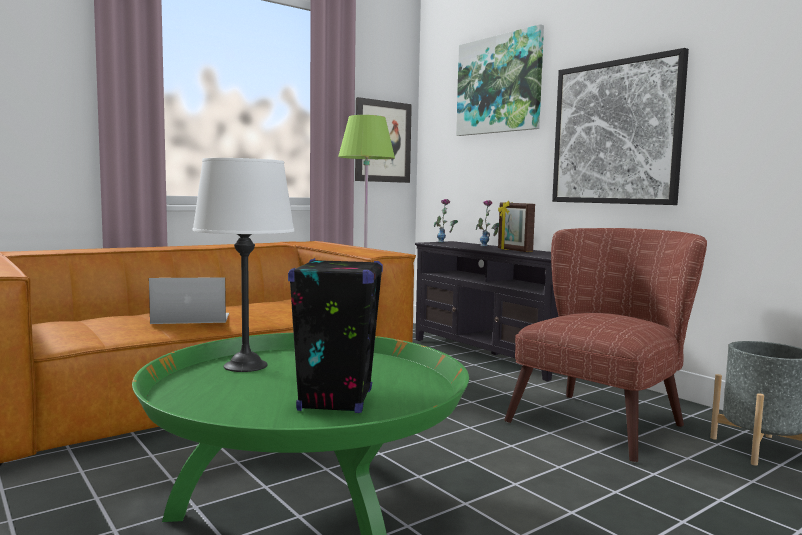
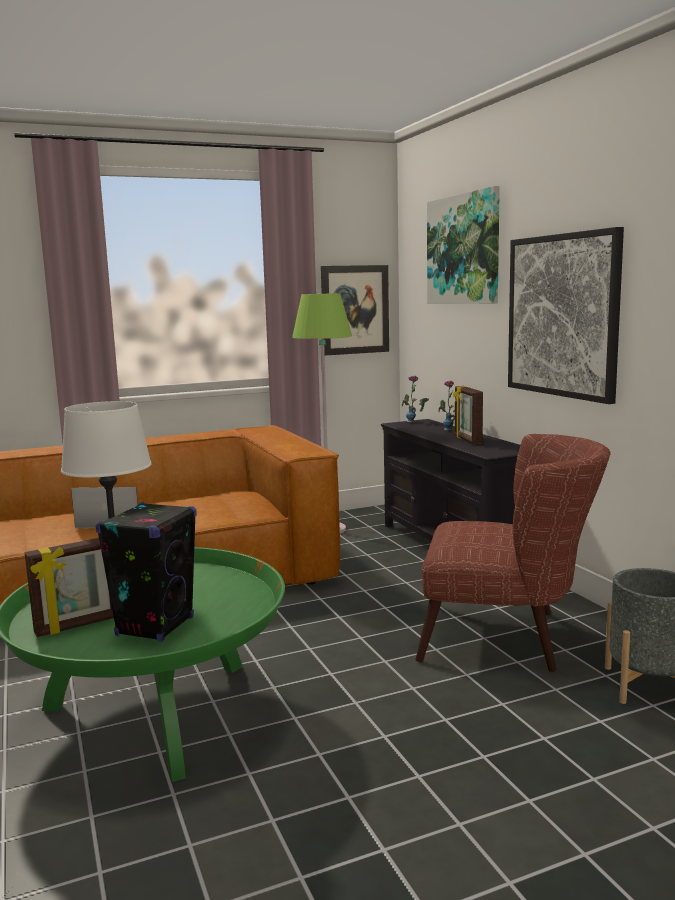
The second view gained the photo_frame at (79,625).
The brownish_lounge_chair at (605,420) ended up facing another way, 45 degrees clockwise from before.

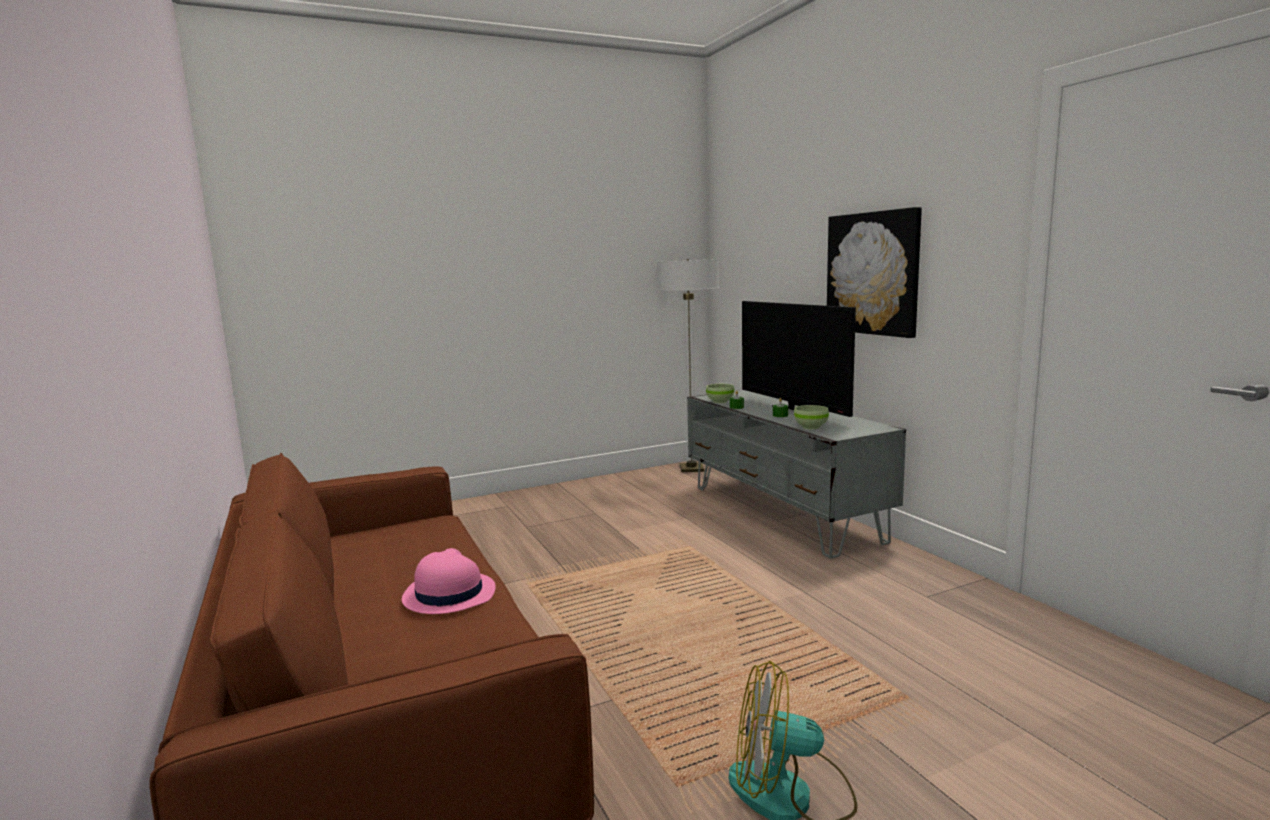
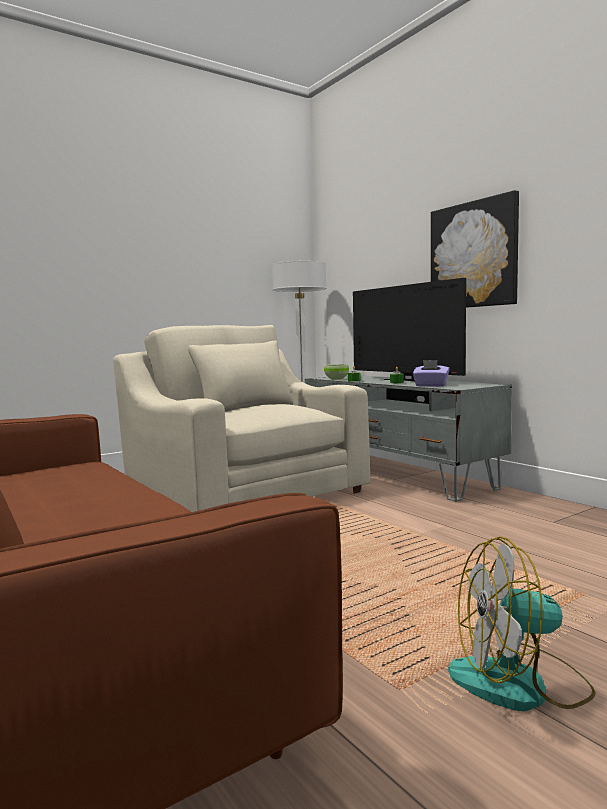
The second view lost the pink-coloured_wearable_hat at (448,594).
The second view gained the sand-coloured_lounge_chair at (245,492).
Where the green-coloured_serving_bowl stood at (811,427), the purple-coloured_box_of_tissues came to stand at (430,386).

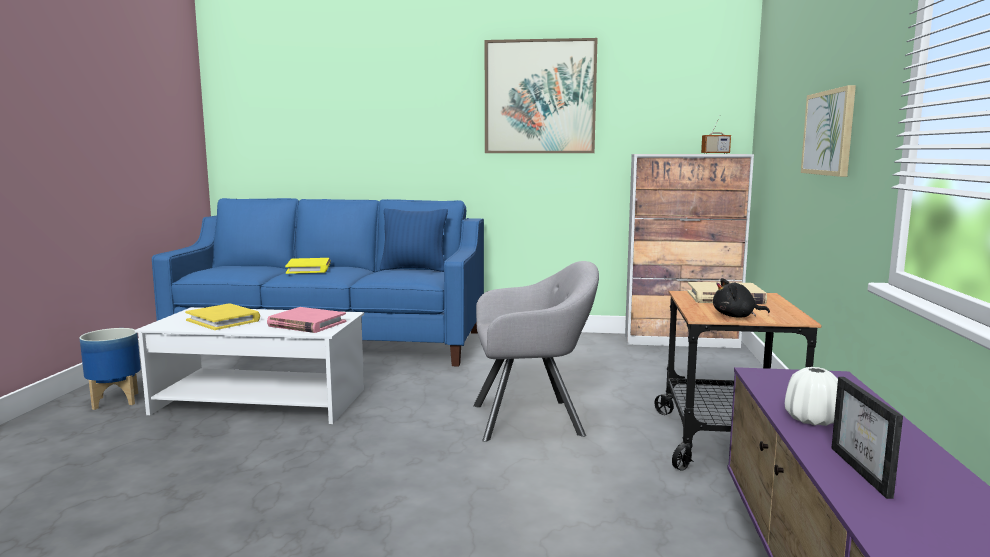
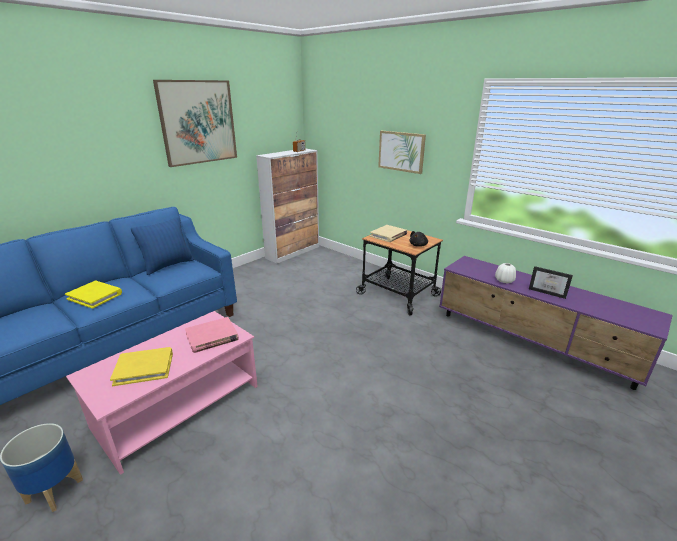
The second view lost the greyish_lounge_chair at (533,419).
What was the white-coloured_coffee_table at (261,401) turned into the pink-coloured_coffee_table at (179,405).

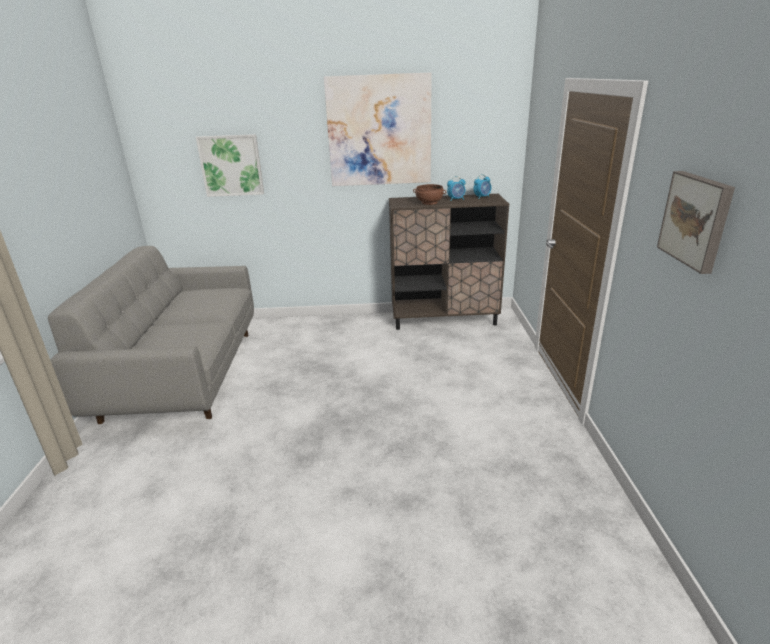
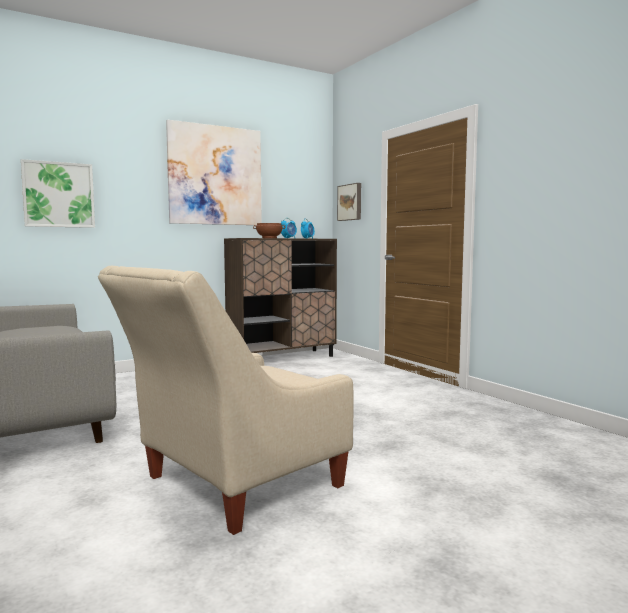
The second view gained the sand-coloured_lounge_chair at (231,486).
The wall_art ended up elsewhere, having gone from (696,220) to (350,202).

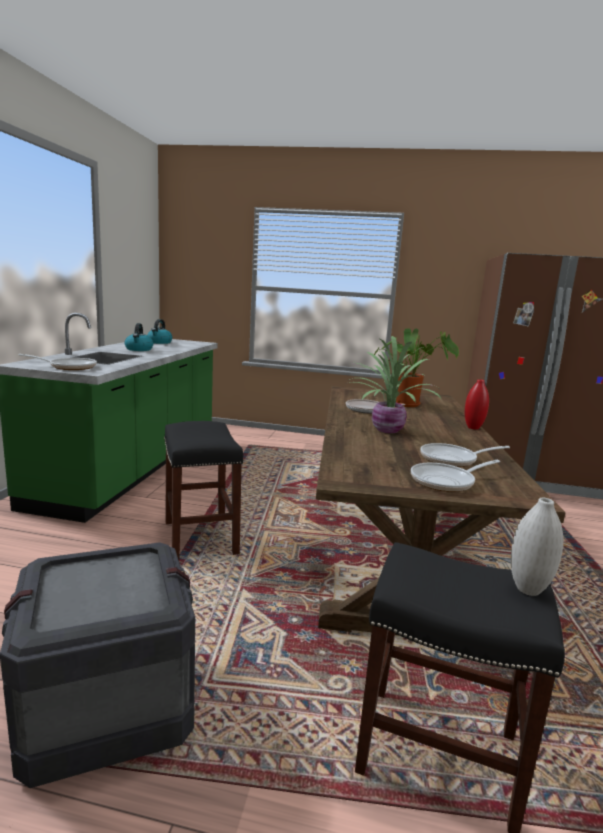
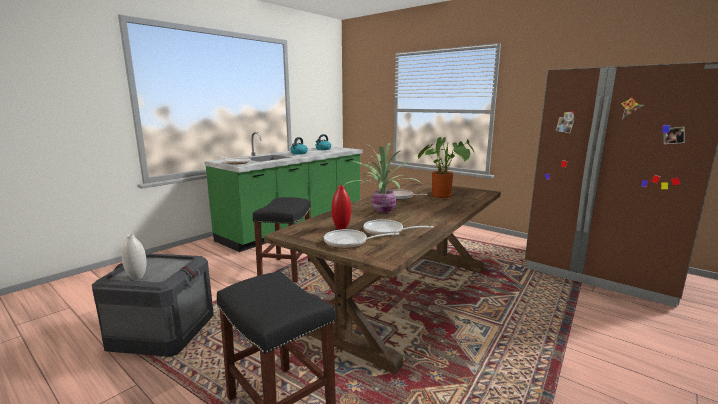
The red-coloured_vase ended up elsewhere, having gone from (473,428) to (341,228).
The white-coloured_vase ended up elsewhere, having gone from (528,589) to (137,277).

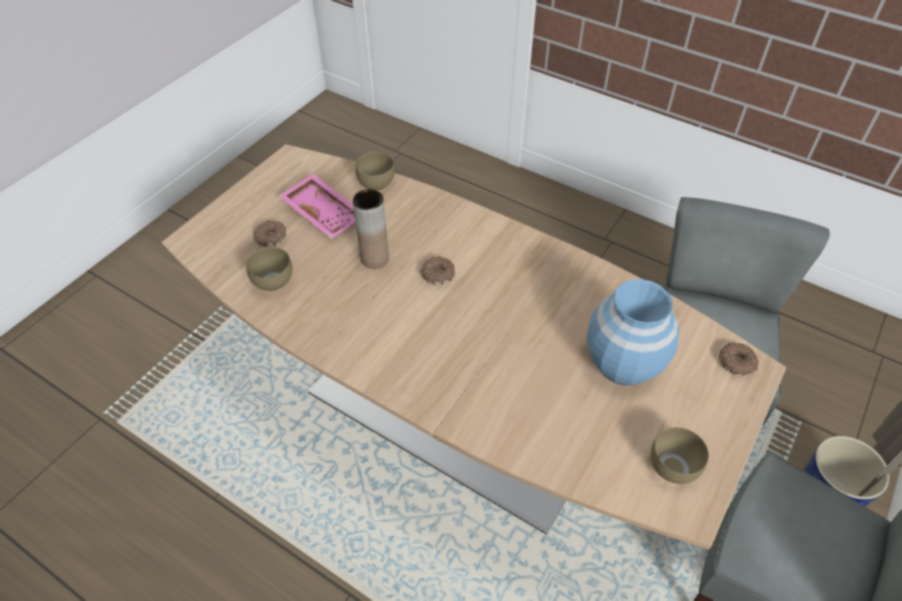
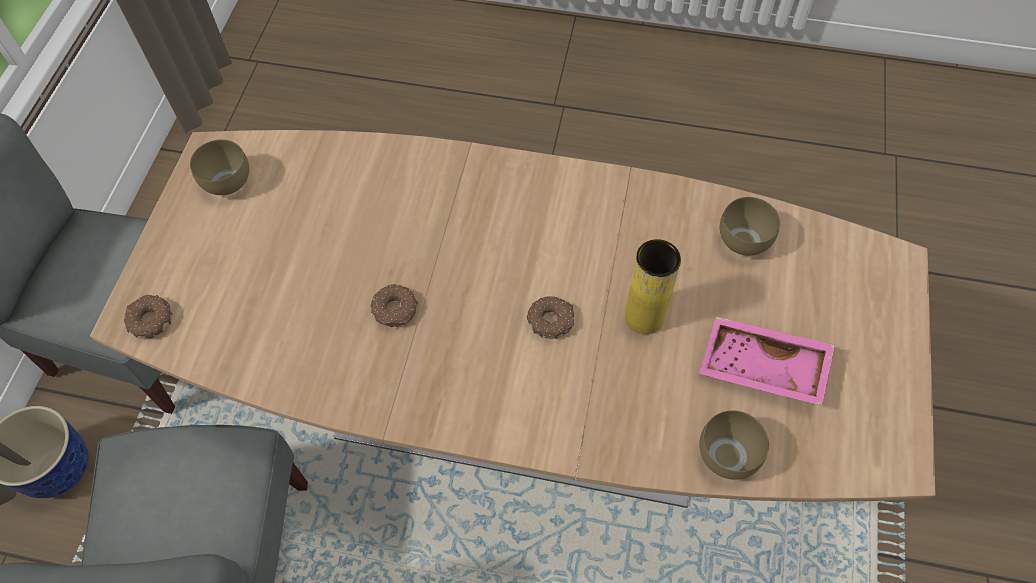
The second view lost the blue_vase at (623,363).
The ring_doughnut ended up elsewhere, having gone from (271,237) to (395,310).
What was the brownish_vase at (375,258) turned into the yellow-coloured_vase at (644,317).

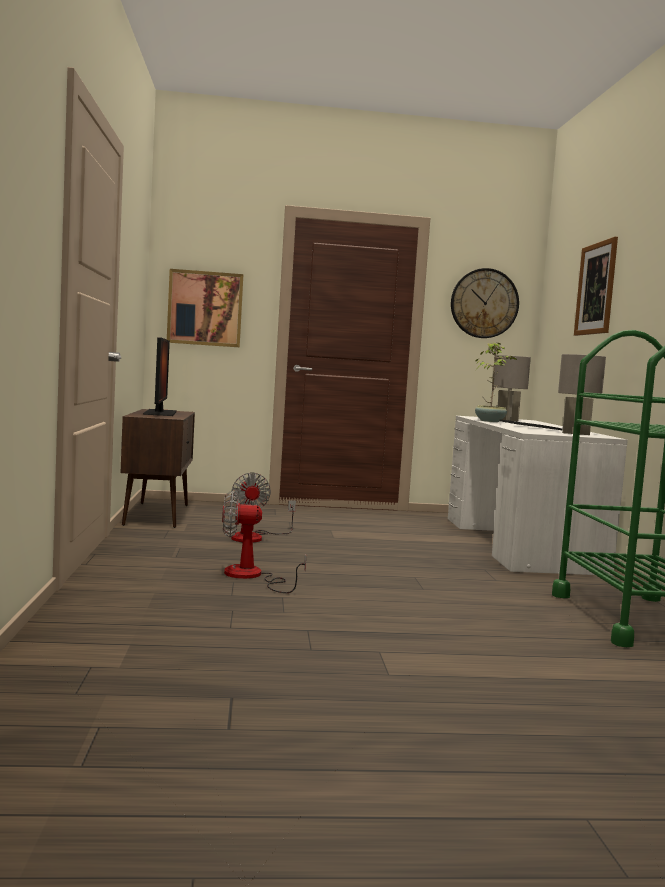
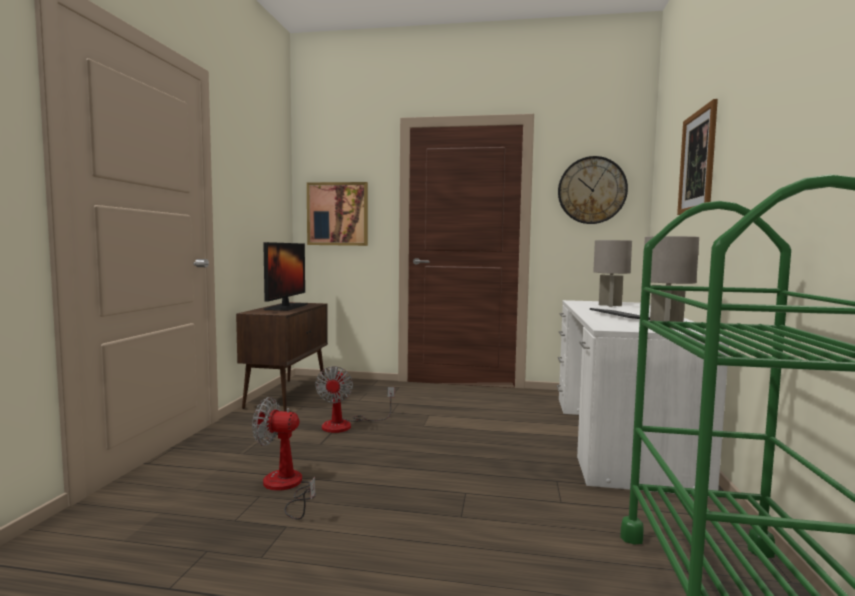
The second view lost the potted_plant at (490,421).

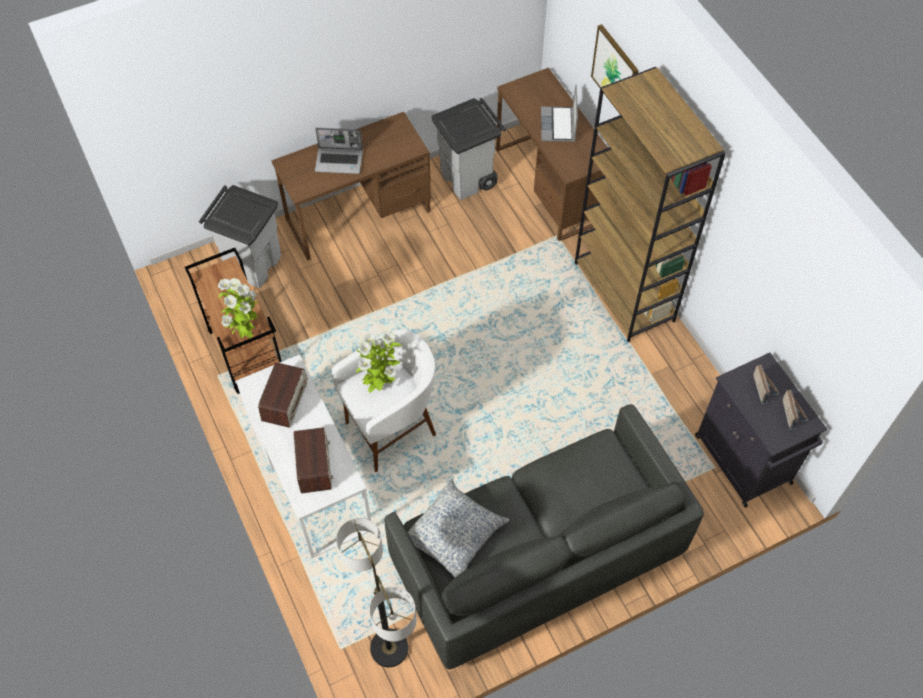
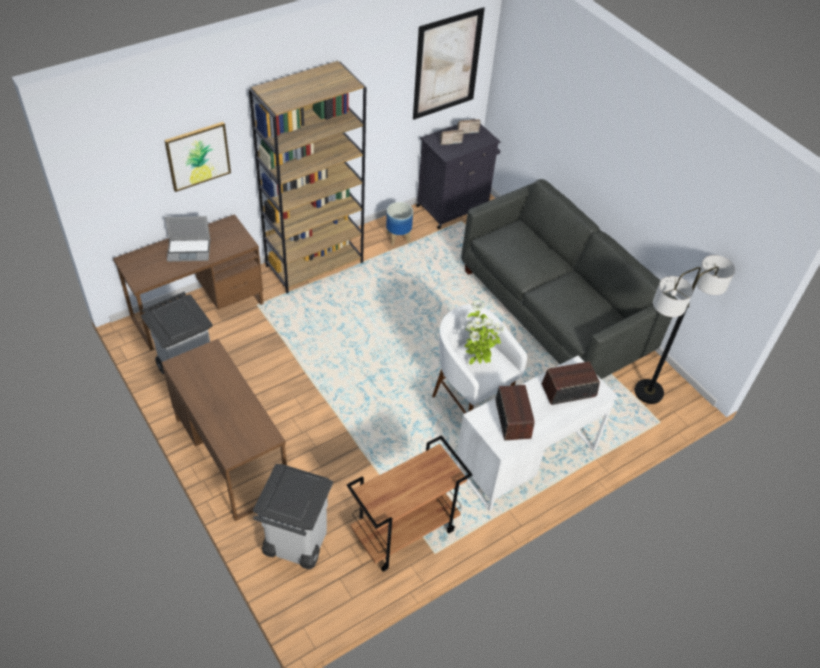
The second view lost the potted_plant at (245,334).
The second view lost the laptop at (339,161).
The second view lost the pillow at (455,535).
The second view gained the plant_pot at (398,237).
The second view gained the wall_art at (447,64).
The radio_set at (285,400) ended up facing another way, 75 degrees clockwise from before.

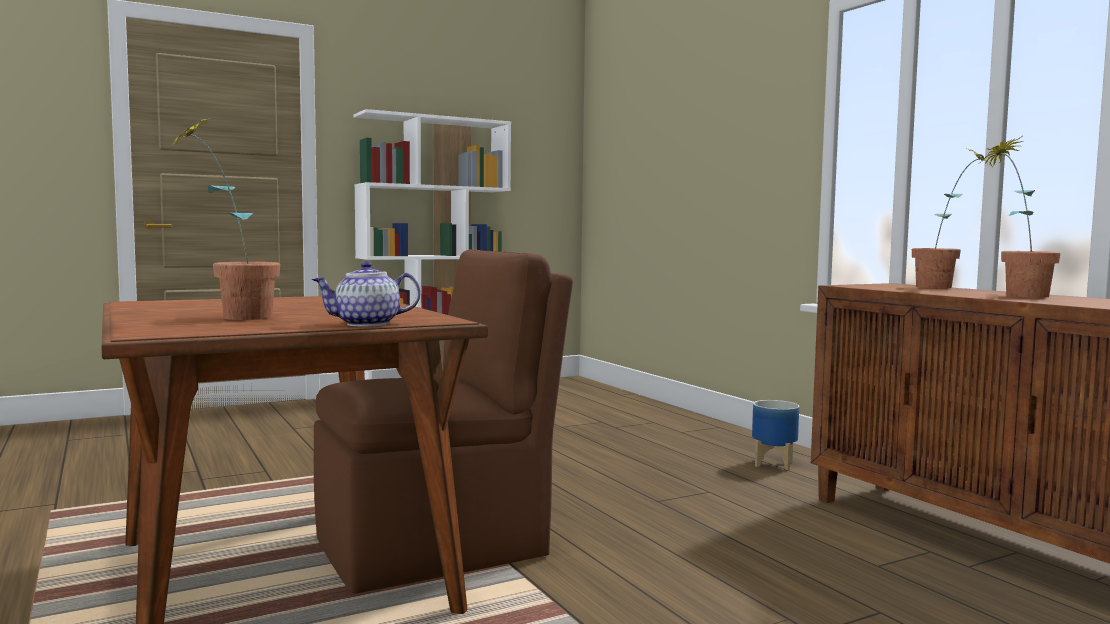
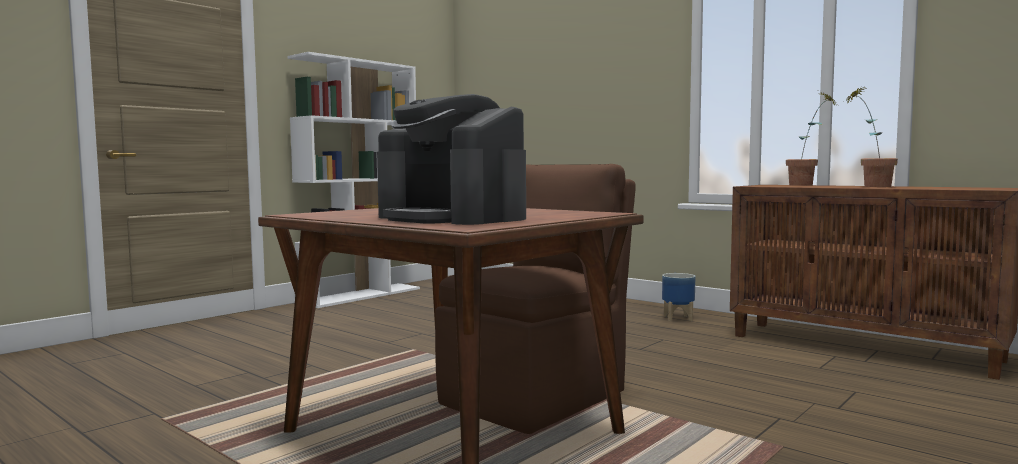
The second view lost the tea_pot at (367,324).
Where the potted_plant stood at (231,317), the coffee_brewer came to stand at (452,218).

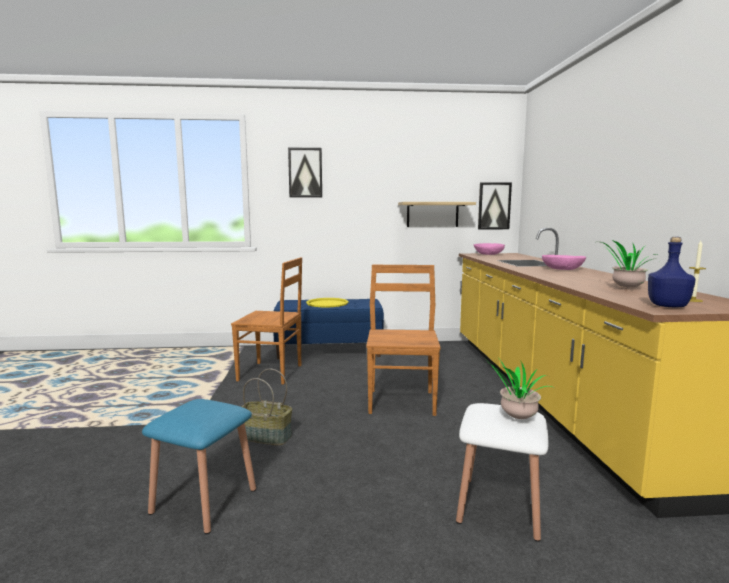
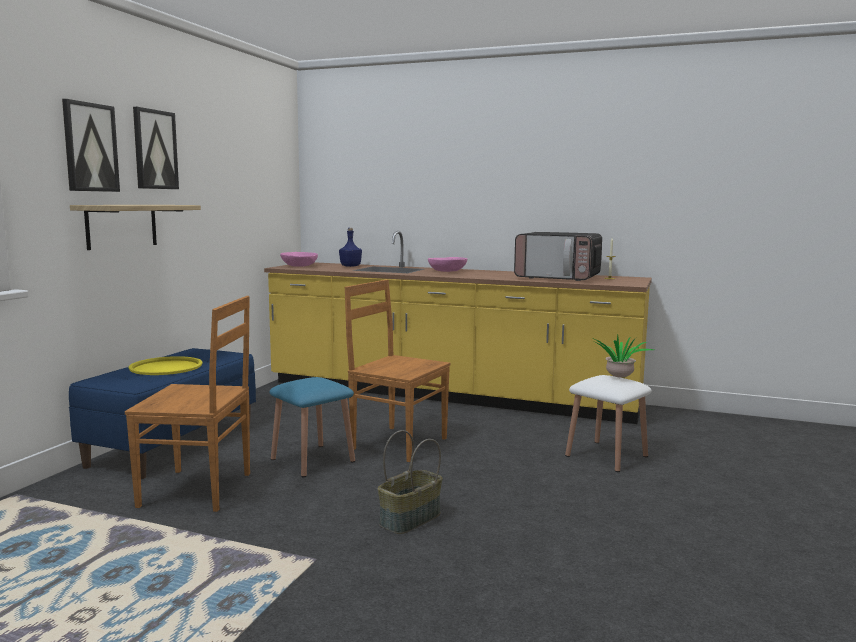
The blue_sitting_stool ended up elsewhere, having gone from (204,501) to (312,460).
The wall_shelf ended up elsewhere, having gone from (432,214) to (121,226).
The wall_art ended up elsewhere, having gone from (494,206) to (155,149).
The blue_bottle ended up elsewhere, having gone from (666,306) to (350,266).
Where the potted_plant stood at (625,289), the microwave came to stand at (558,278).
The brownish_upright_chair at (272,373) ended up facing another way, 60 degrees clockwise from before.

